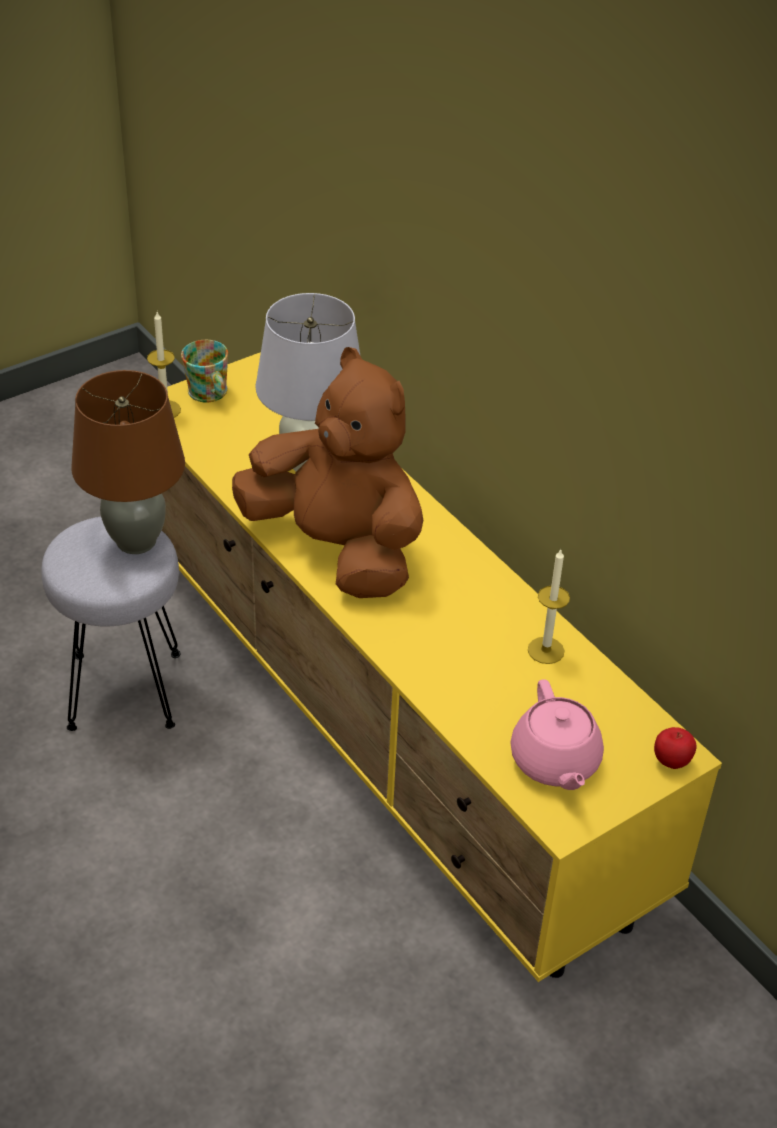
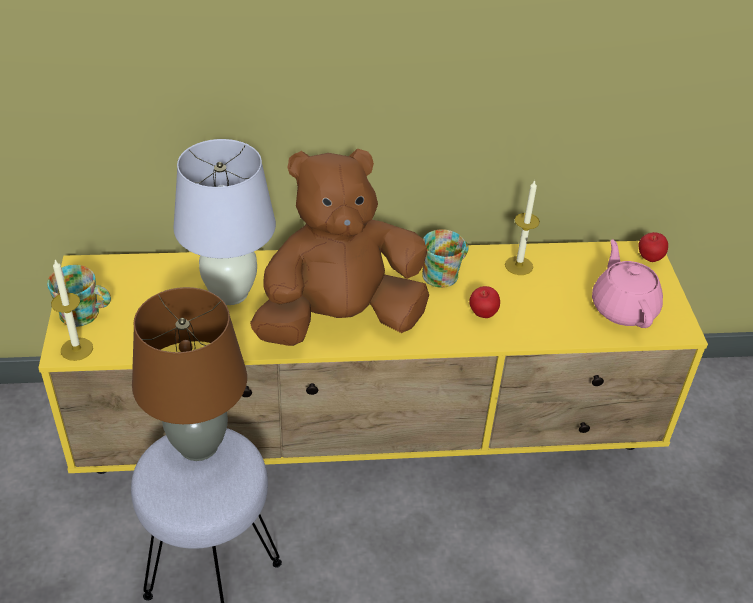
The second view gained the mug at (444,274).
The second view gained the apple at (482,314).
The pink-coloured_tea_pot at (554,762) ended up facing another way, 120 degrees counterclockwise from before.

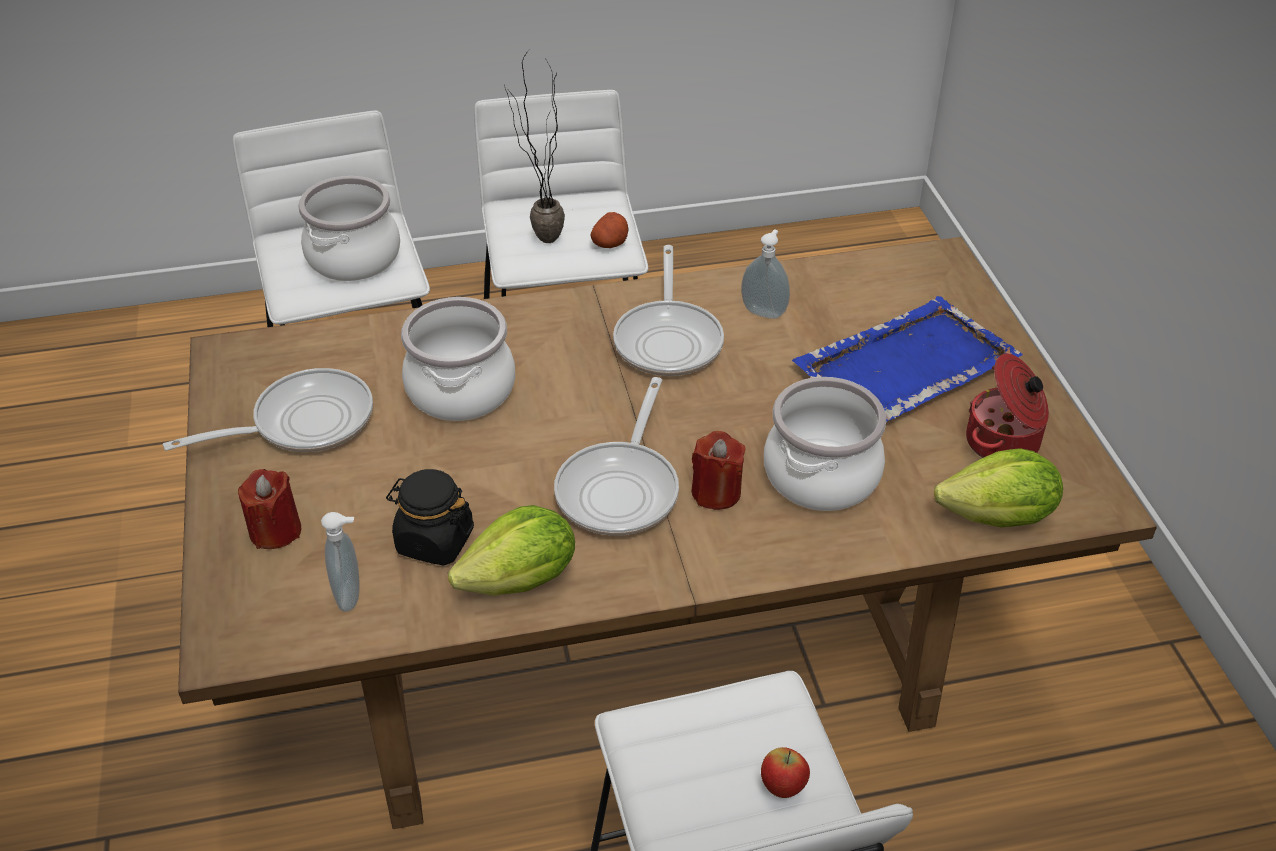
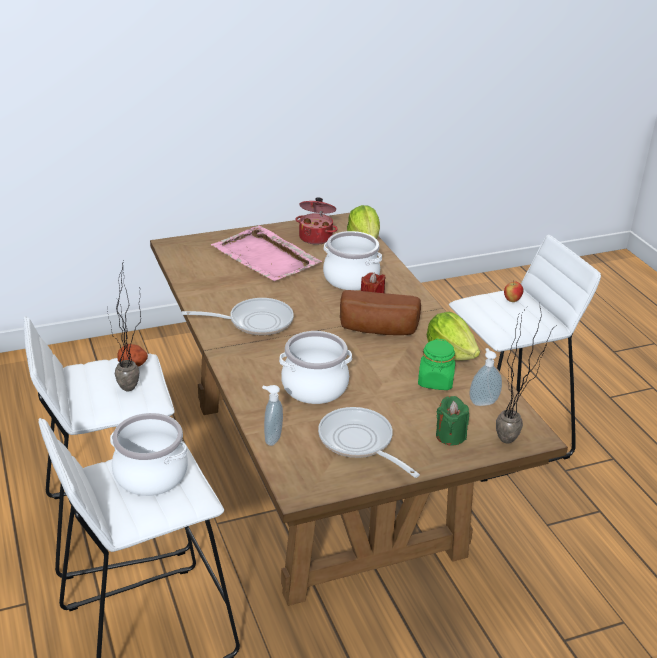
The second view gained the potted_plant at (514,442).
The liquid_soap_bottle ended up elsewhere, having gone from (764,311) to (271,438).
Where the skillet stood at (621,488), the bakery_bread came to stand at (378,330).
What was the red-coloured_wax_light at (275,531) turned into the green-coloured_wax_light at (450,436).
What was the black_preserve_jar at (434,541) turned into the green-coloured_preserve_jar at (435,381).
What was the blue_carrying_tray at (903,367) turned into the pink-coloured_carrying_tray at (266,257).

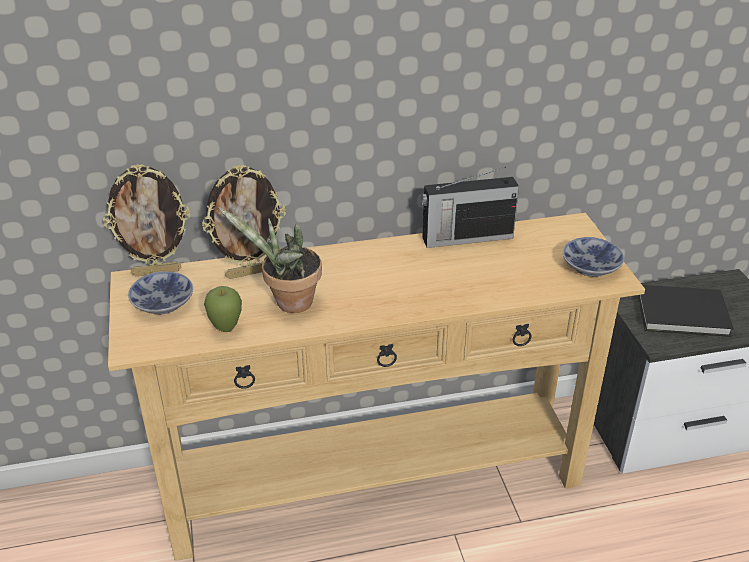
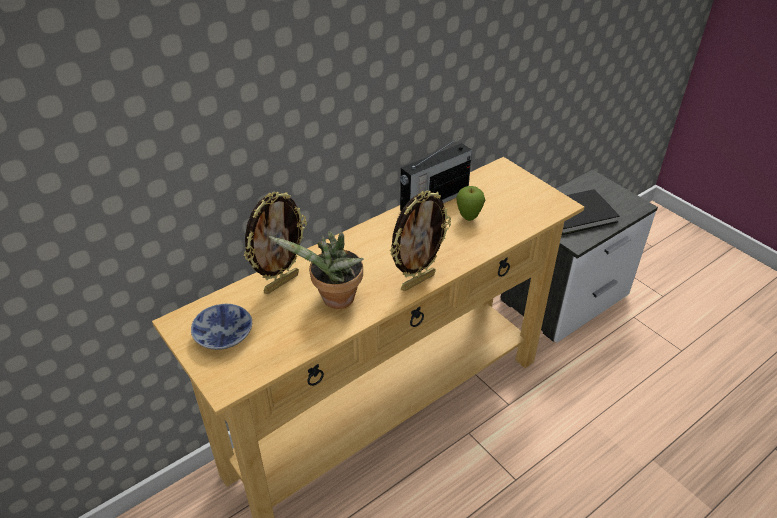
The second view lost the serving_bowl at (589,265).
The photo_frame ended up elsewhere, having gone from (157,271) to (417,281).
The apple ended up elsewhere, having gone from (226,329) to (468,218).

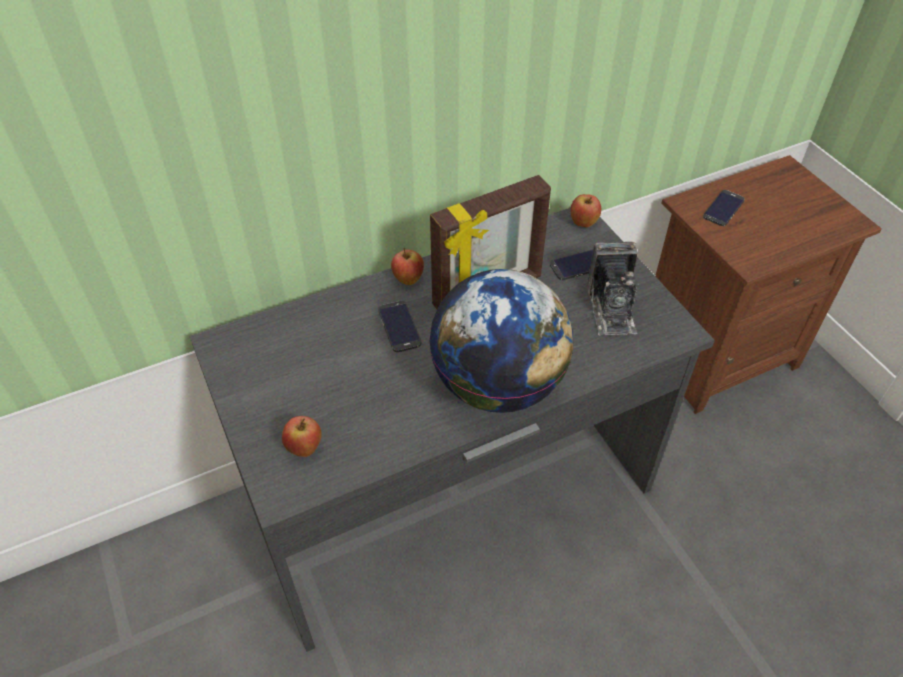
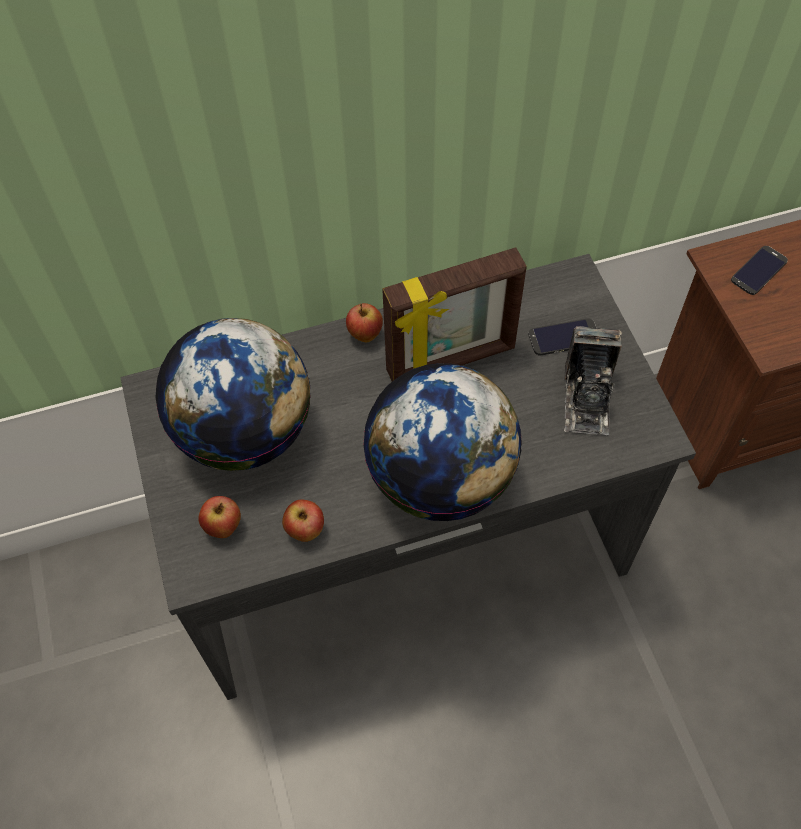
The second view lost the phone at (399,327).
The second view gained the globe at (245,433).
The apple ended up elsewhere, having gone from (583,223) to (305,530).

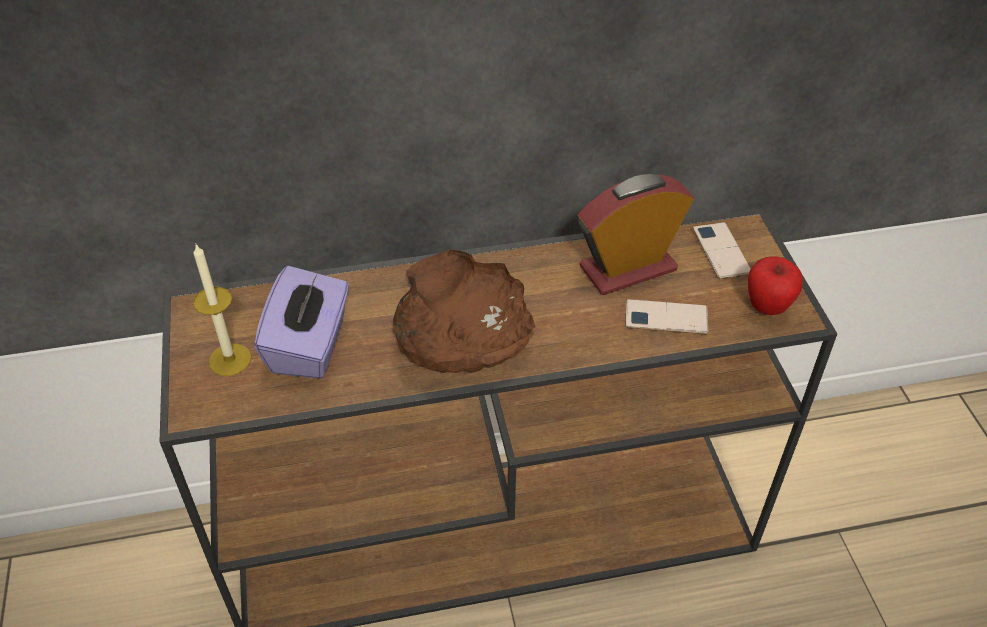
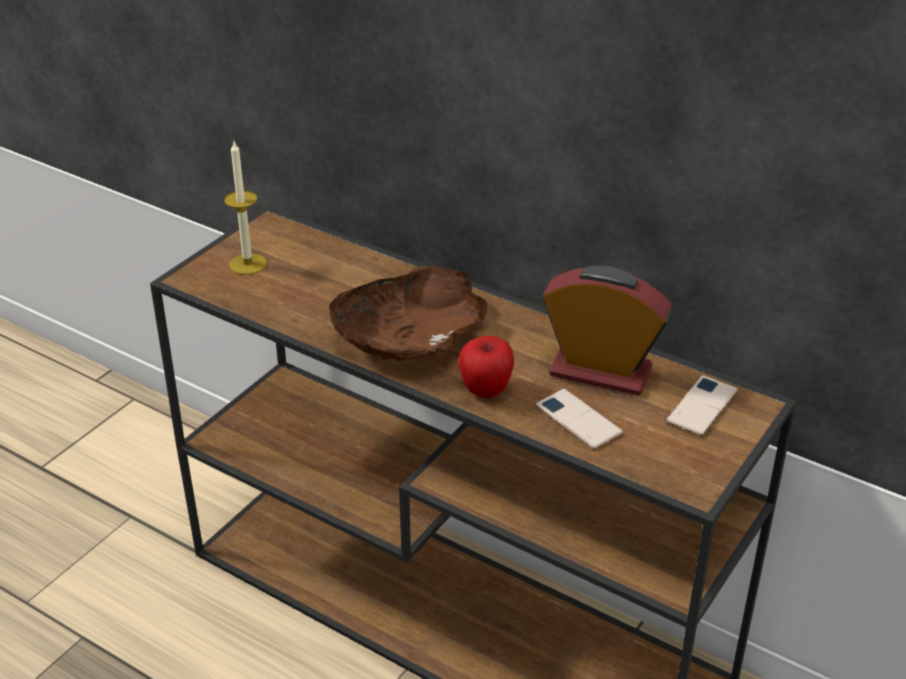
The second view lost the purple-coloured_box_of_tissues at (310,345).
The apple ended up elsewhere, having gone from (767,307) to (485,391).

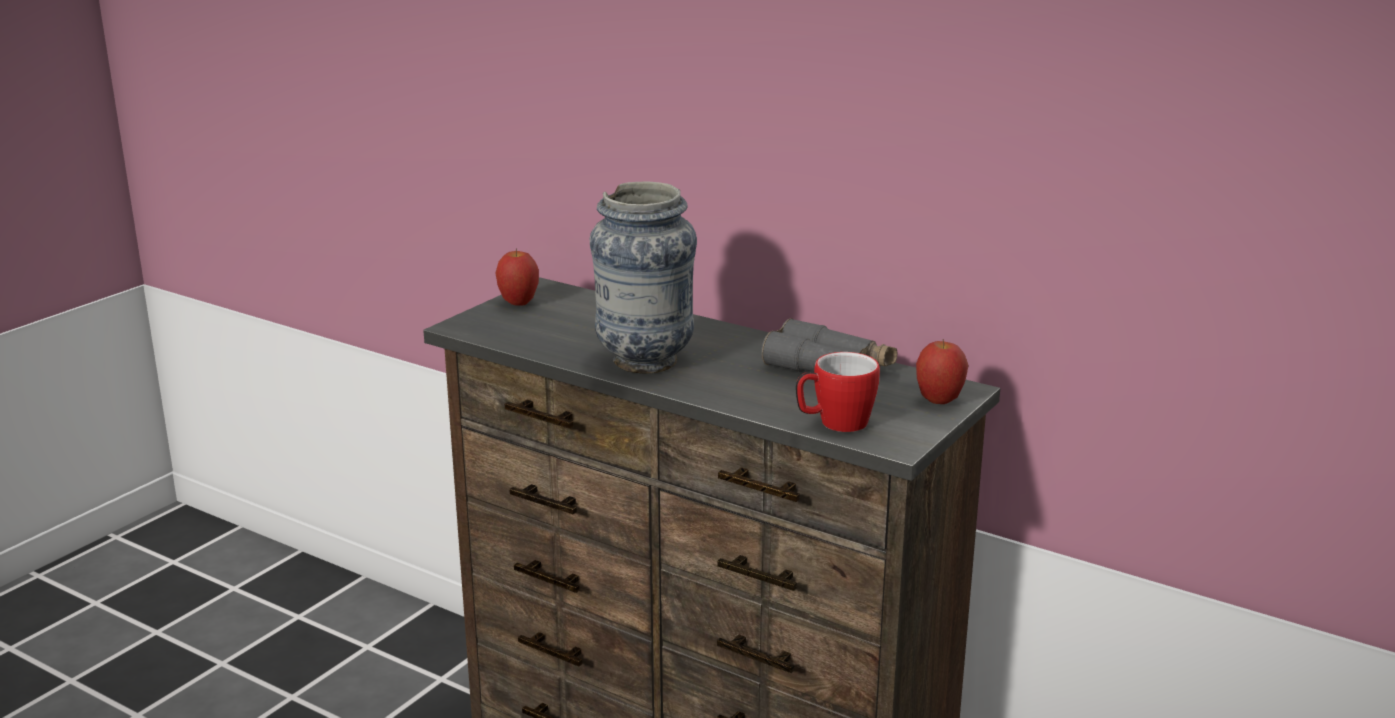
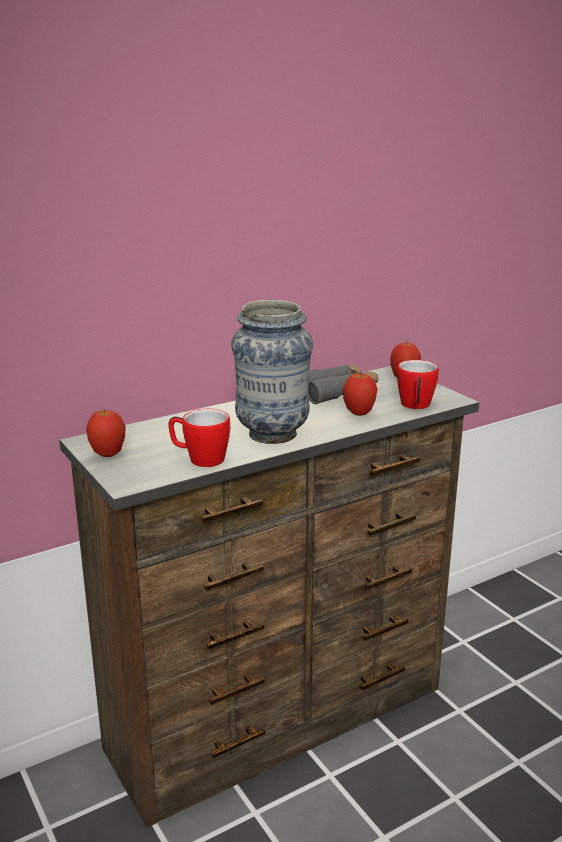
The second view gained the mug at (200,459).
The second view gained the apple at (359,414).

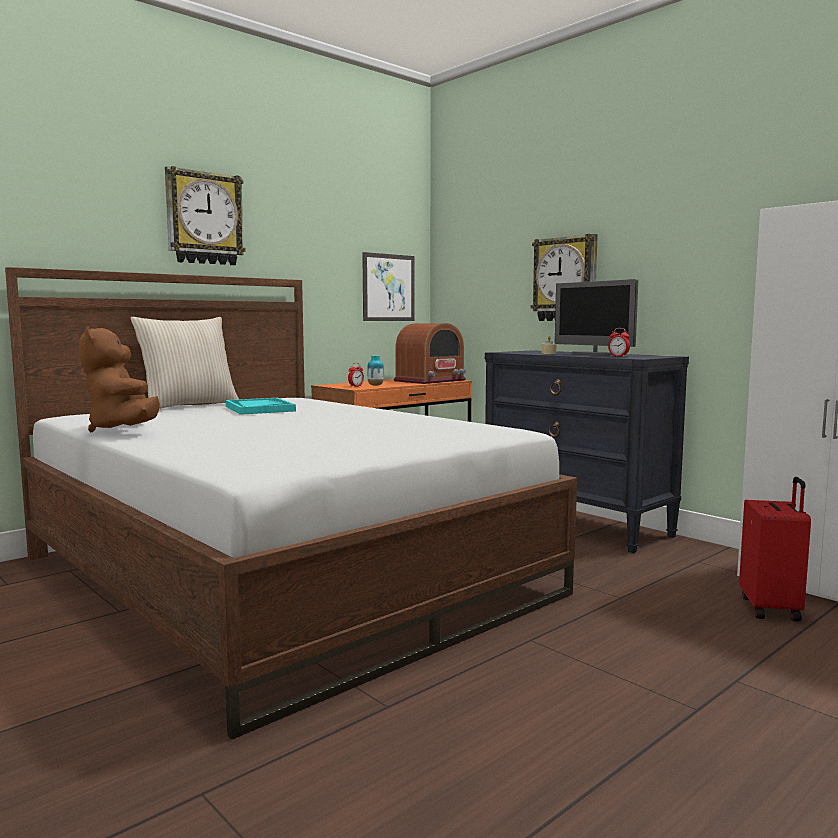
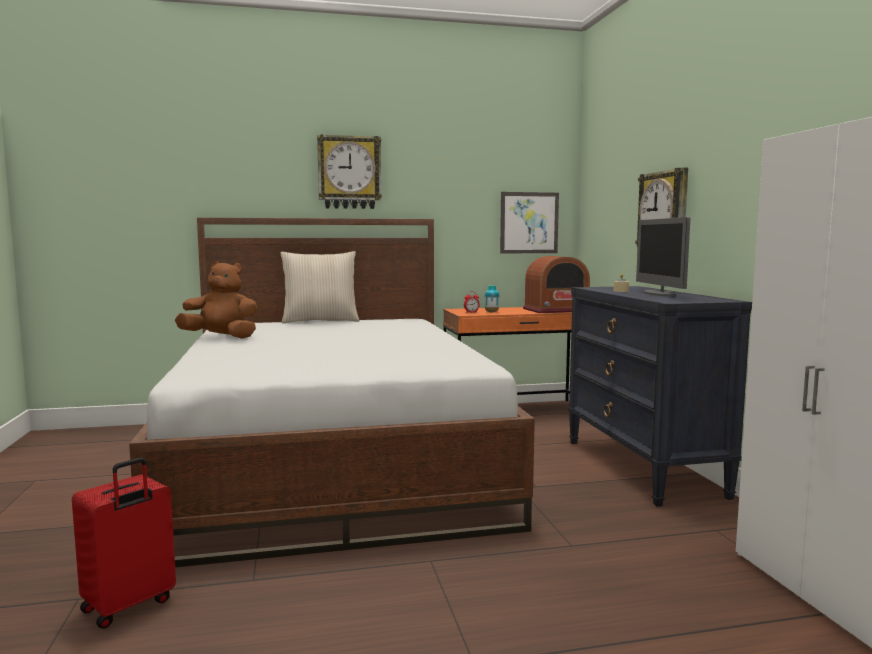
The second view lost the blue-green_carrying_tray at (259,409).
The second view lost the bedside_clock at (618,356).
The red-coloured_travel_case ended up elsewhere, having gone from (771,609) to (129,606).
The brownish_cuddly_toy at (124,430) ended up facing another way, 90 degrees clockwise from before.

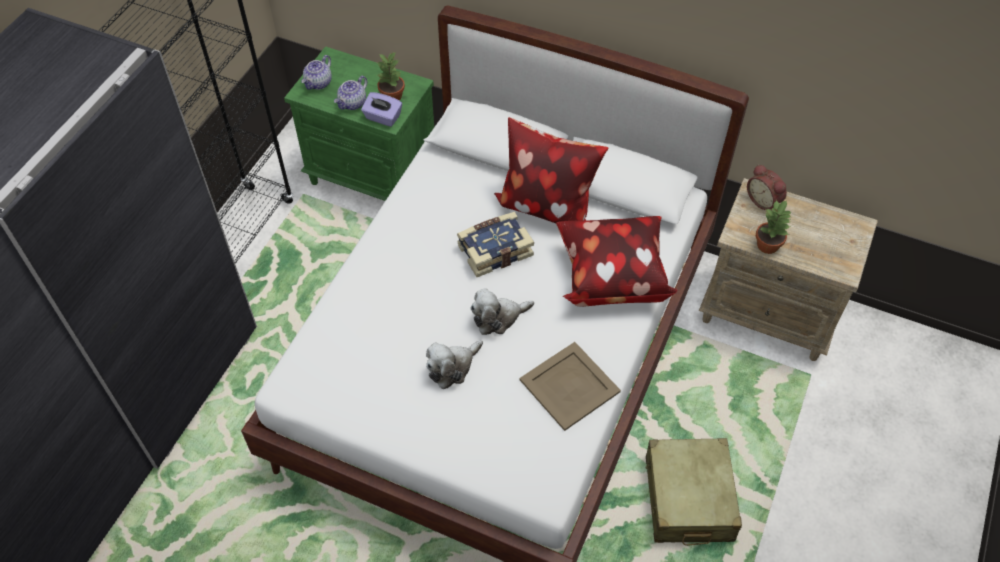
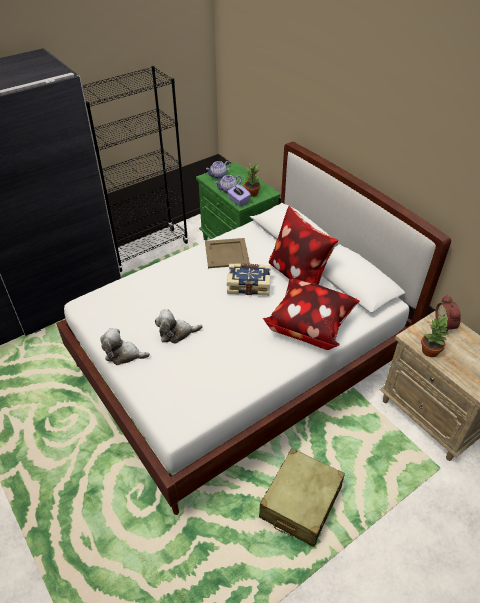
The cuddly_toy ended up elsewhere, having gone from (498,318) to (123,355).
The sand-coloured_carrying_tray ended up elsewhere, having gone from (568,385) to (226,253).

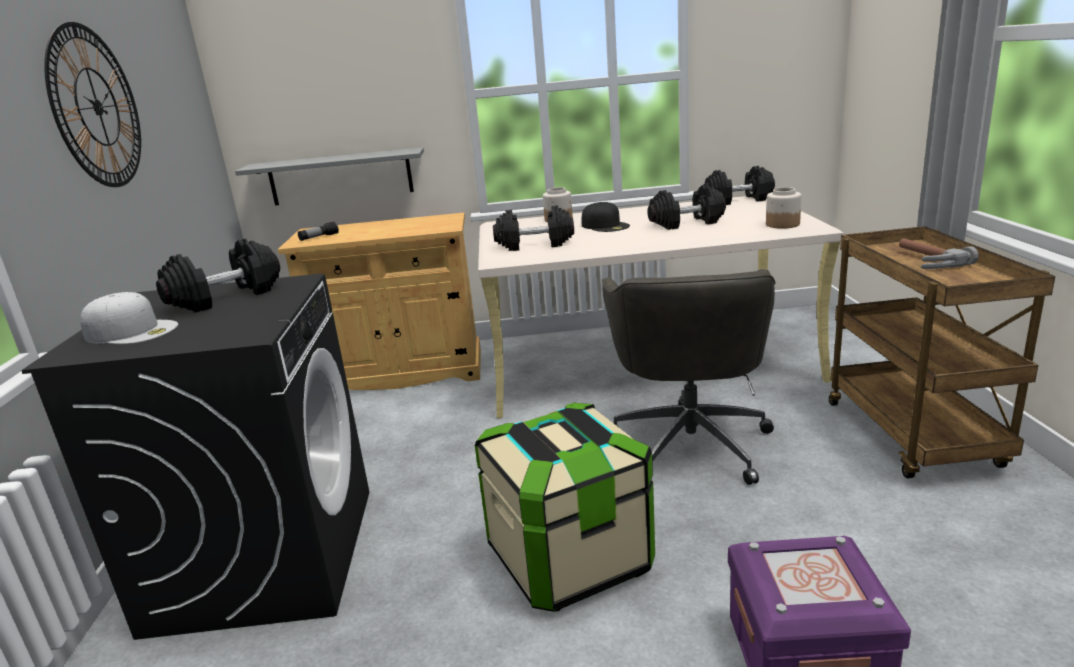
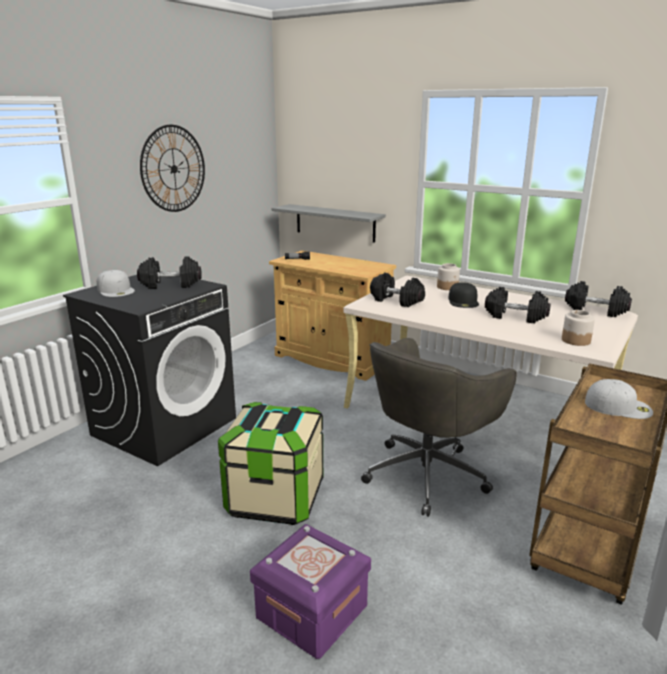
Where the tool_hammer stood at (923,261), the white-coloured_peaked_cap came to stand at (618,406).

